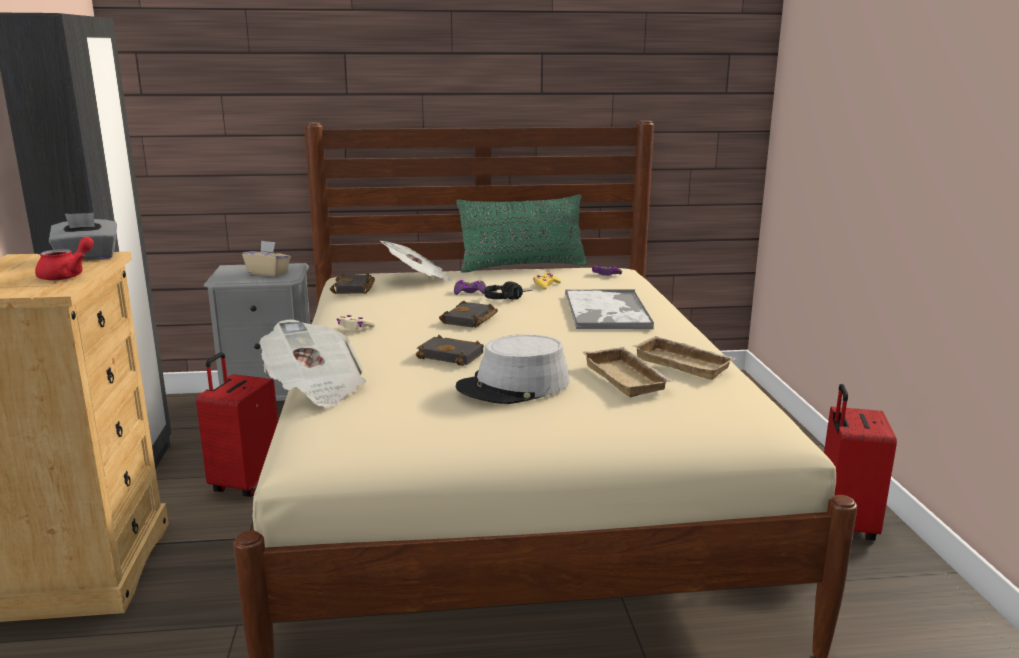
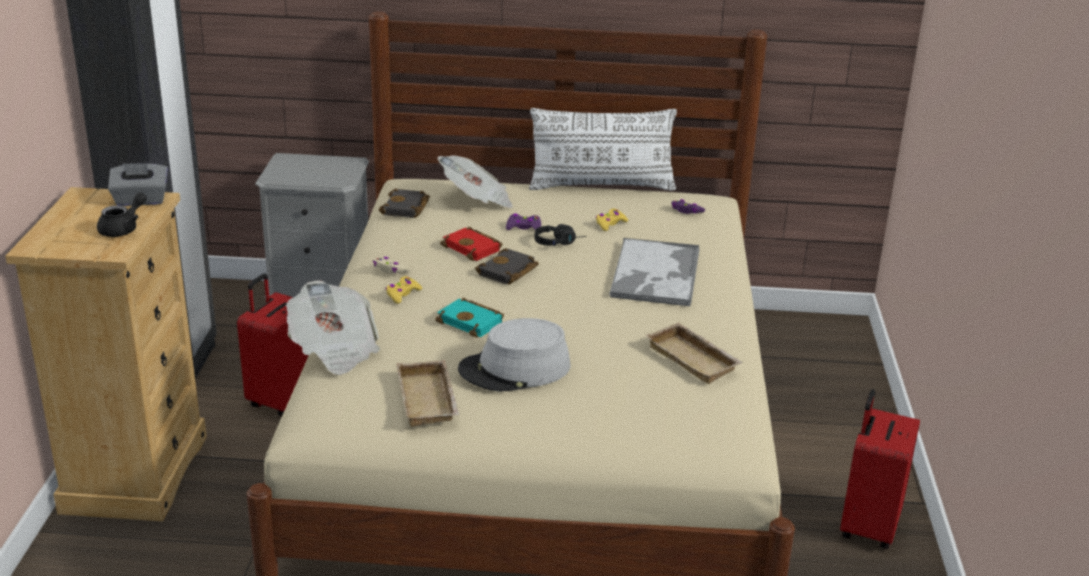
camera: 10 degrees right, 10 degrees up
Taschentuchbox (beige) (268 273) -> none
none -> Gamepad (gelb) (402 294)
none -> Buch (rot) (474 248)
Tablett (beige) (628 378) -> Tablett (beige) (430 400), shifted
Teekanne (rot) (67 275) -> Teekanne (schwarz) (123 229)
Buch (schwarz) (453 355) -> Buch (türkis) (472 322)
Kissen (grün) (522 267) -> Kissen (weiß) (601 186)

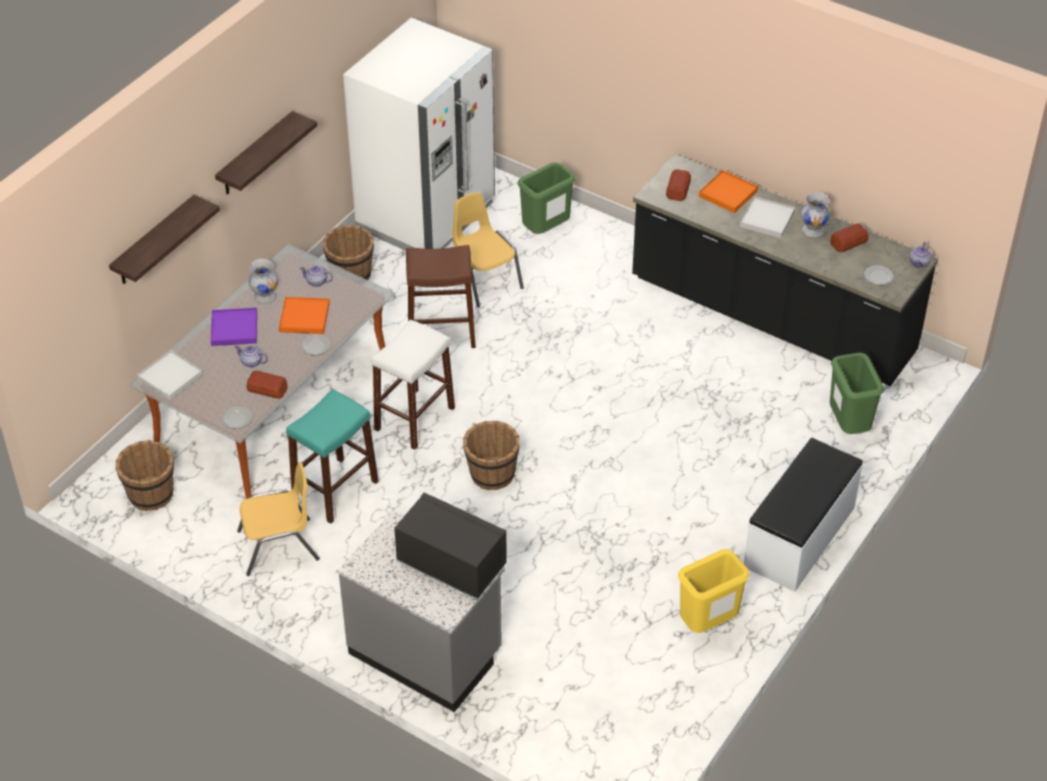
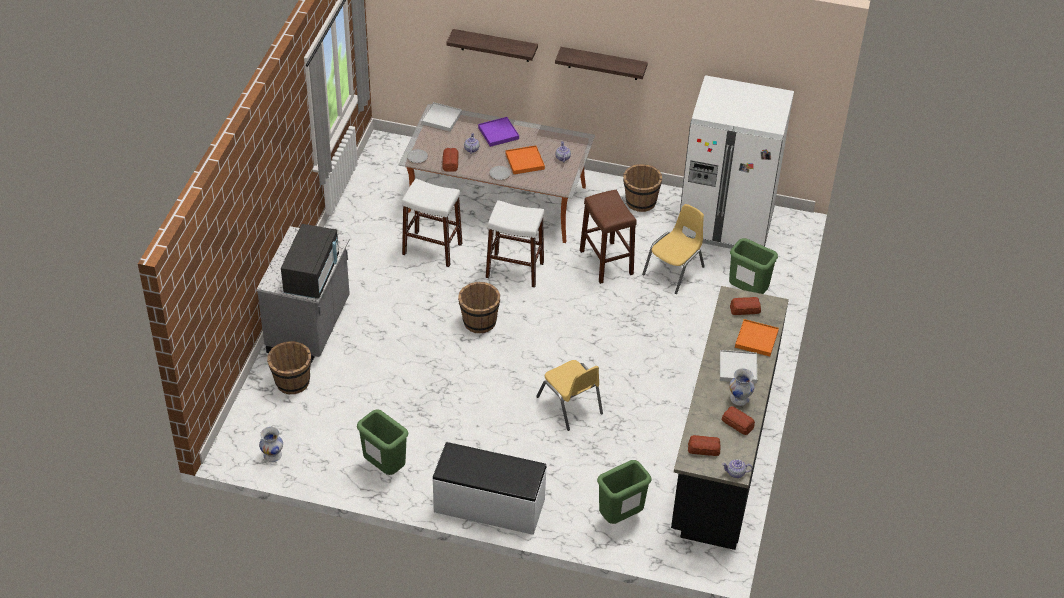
camera: 70 degrees right, 0 degrees up
Eimer (braun) (151 495) -> Eimer (braun) (292 382), shifted
Stuhl (gelb) (279 546) -> Stuhl (gelb) (570 405), shifted
Vase (weiß) (265 297) -> Vase (weiß) (272 455), shifted
Teller (878 276) -> Brot (704 449)
Hocker (türkis) (335 490) -> Hocker (weiß) (432 249)
Mülleimer (gelb) (708 625) -> Mülleimer (grün) (384 467)

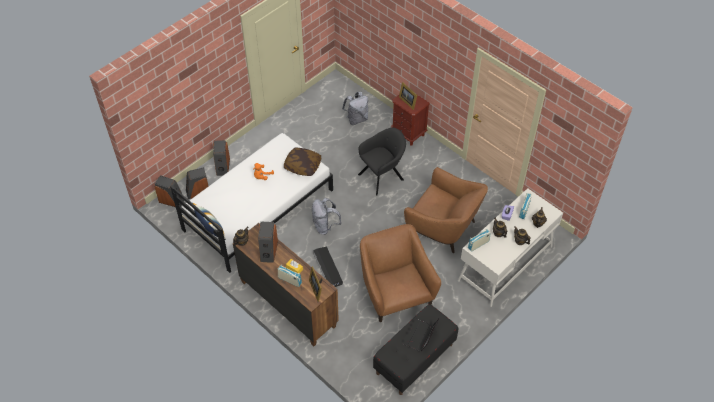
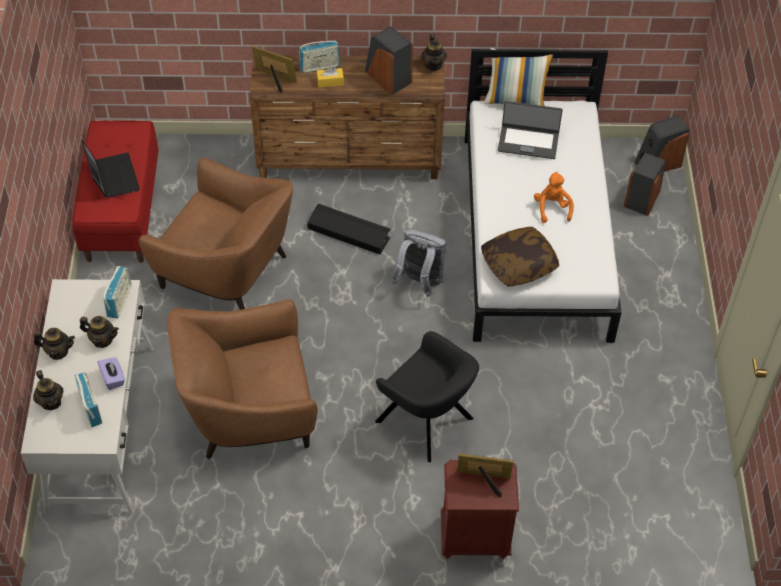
camera: 135 degrees right, 0 degrees up
Lautsprecher (222 166) -> none
Rucksack (grau) (356 119) -> none
none -> Laptop (528 142)
Bank (schwarz) (414 359) -> Bank (rot) (121 212)
Sessel (schwarz) (382 176) -> Sessel (schwarz) (427 422), 60 degrees counterclockwise

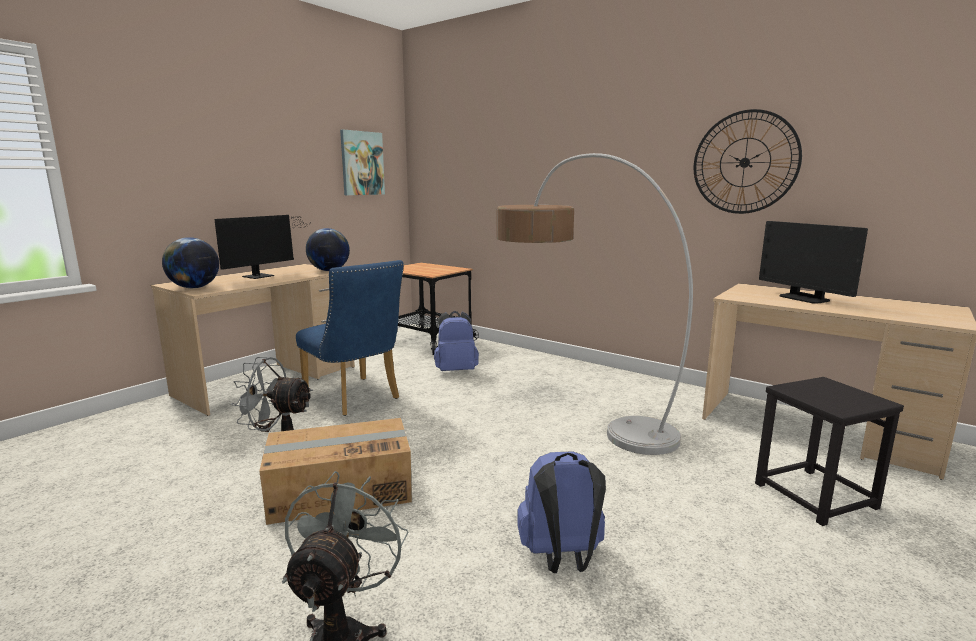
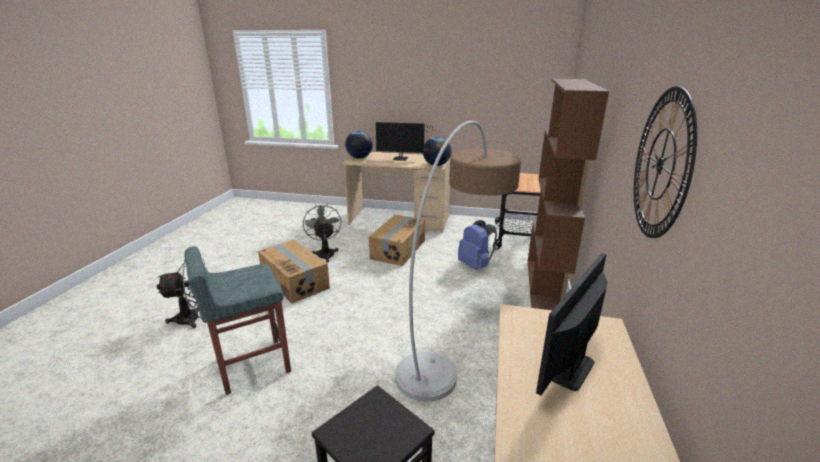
camera: 65 degrees right, 10 degrees up
Bild (362 163) -> none
none -> Bücherregal (braun) (545 287)
Stuhl (blau) (355 398) -> Karton (398 249)
Rucksack (blau) (561 558) -> Hocker (grau) (252 365)

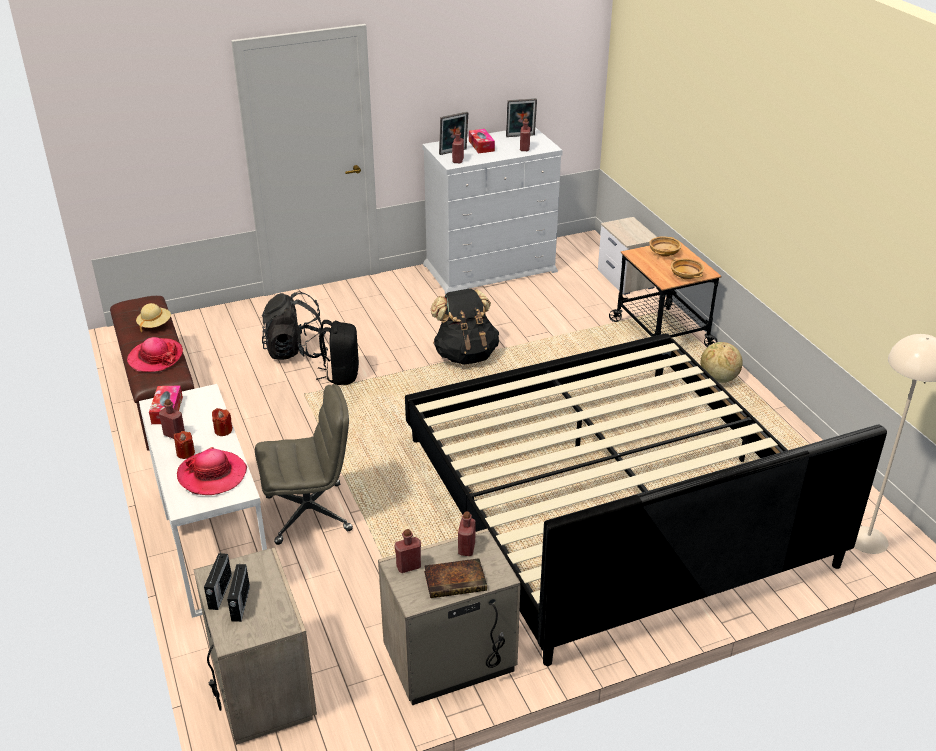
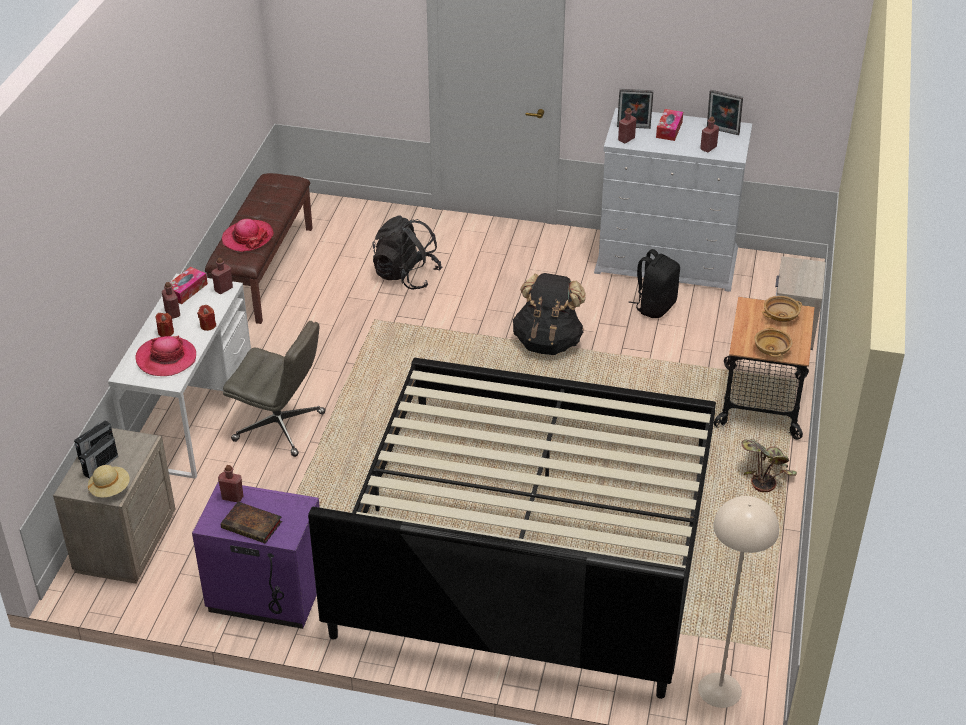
camera: 35 degrees right, 5 degrees up
Hut (beige) (155 324) -> Hut (beige) (110 489), shifted
Rucksack (schwarz) (341 374) -> Rucksack (schwarz) (655 306), shifted
Flasche (rot) (466 549) -> Flasche (rot) (223 289), shifted
Globus (718 379) -> Topfpflanze (763 473)
Nachttisch (beige) (450 661) -> Nachttisch (lila) (266 595)

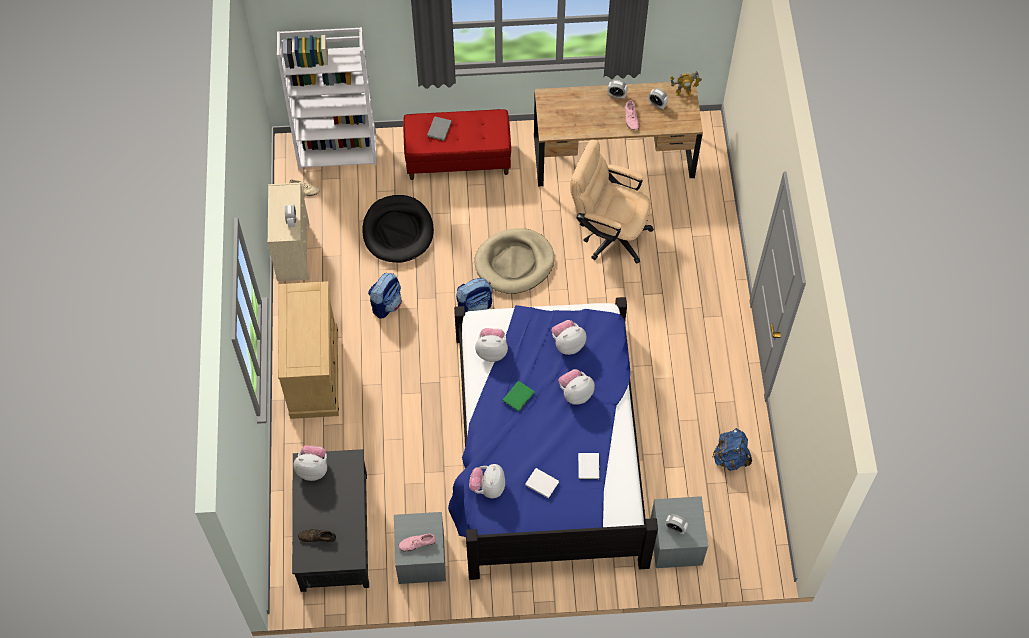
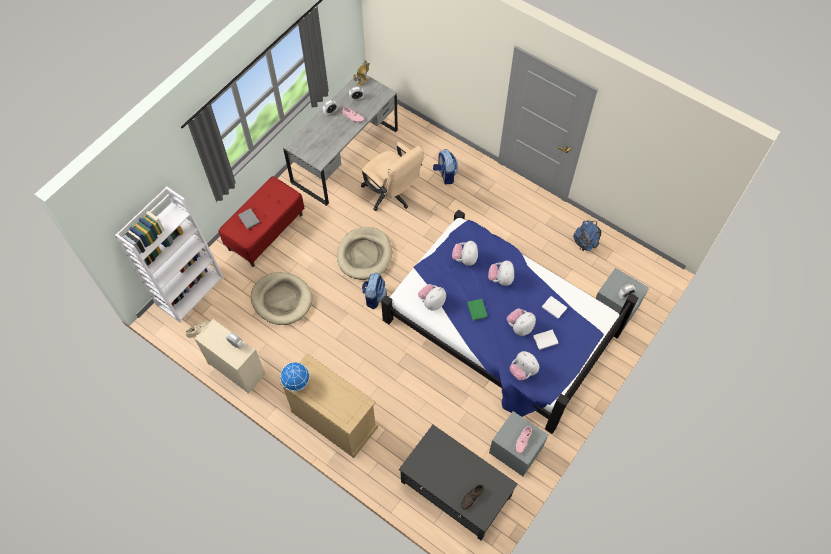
camera: 50 degrees left, 0 degrees up
none -> Globus (296 382)
Plüschtier (313 469) -> Plüschtier (520 327), shifted
Rucksack (386 304) -> Rucksack (445 175), shifted
Hundebett (schwarz) (398 231) -> Hundebett (beige) (282 299)
Schreibtisch (braun) (613 157) -> Schreibtisch (grau) (345 156)
Bürostuhl (beige) (608 233) -> Bürostuhl (beige) (392 195), 105 degrees counterclockwise

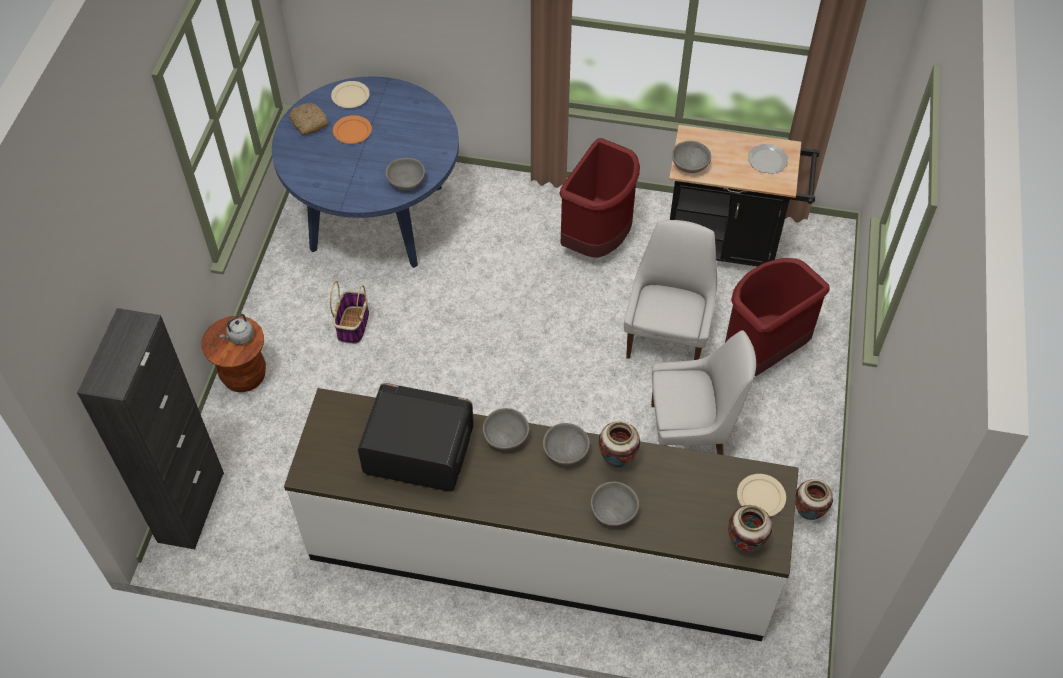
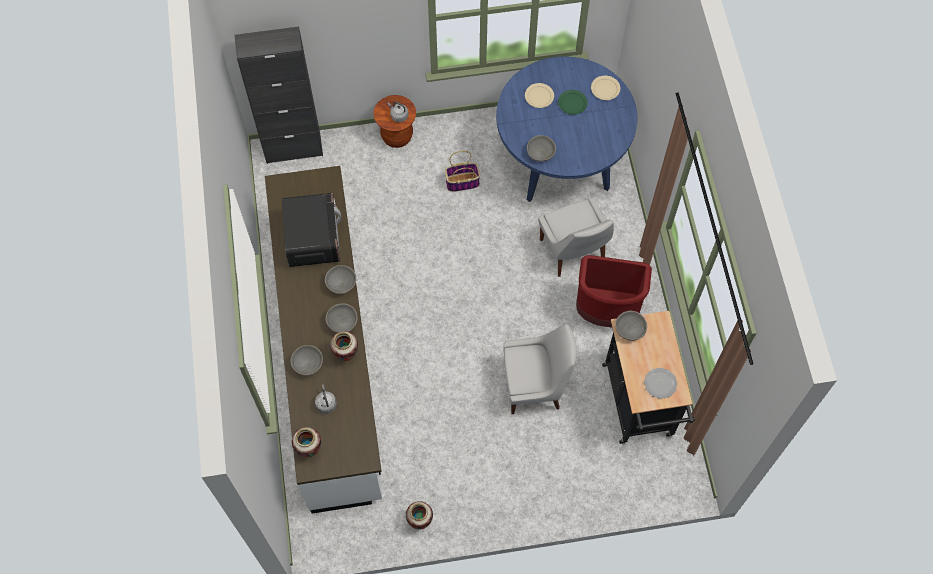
camera: 70 degrees right, 10 degrees up
Brot (308 123) -> none
Mülleimer (rot) (761 353) -> none
none -> Wasserkessel (grau) (326 403)
Stuhl (weiß) (691 434) -> Stuhl (weiß) (573 252), shifted
Teller (beige) (760 496) -> Teller (beige) (539 96), shifted
Teller (orange) (352 131) -> Teller (grün) (572 103)

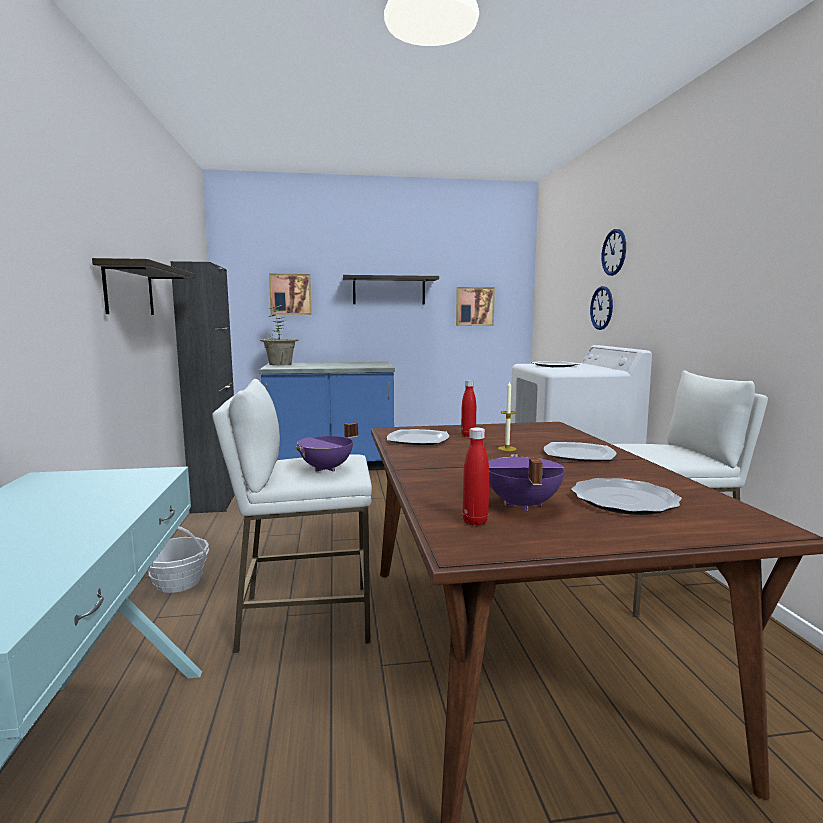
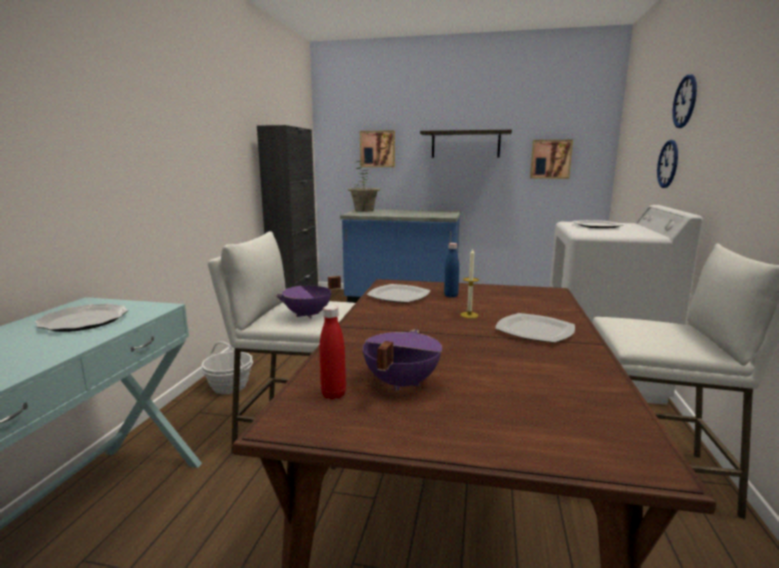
camera: 20 degrees right, 5 degrees up
Wandregal (129 290) -> none
Teller (623 500) -> Teller (84 320), shifted
Flasche (rot) (468 435) -> Flasche (blau) (451 296)

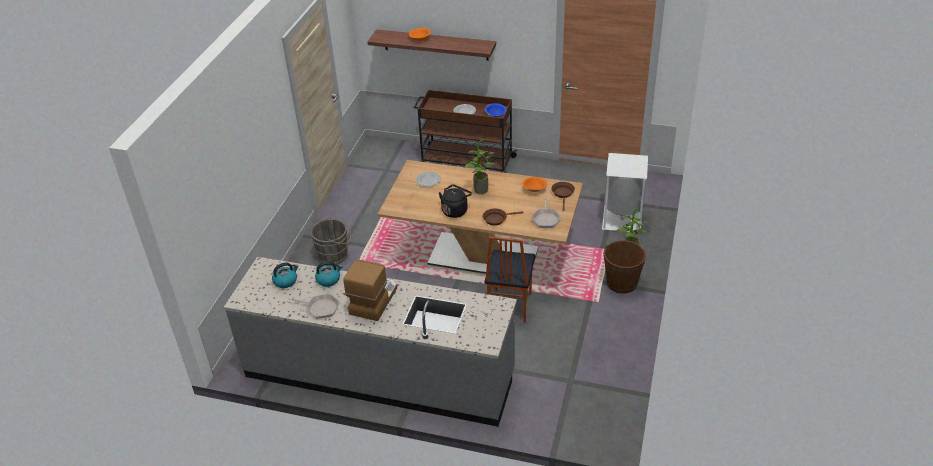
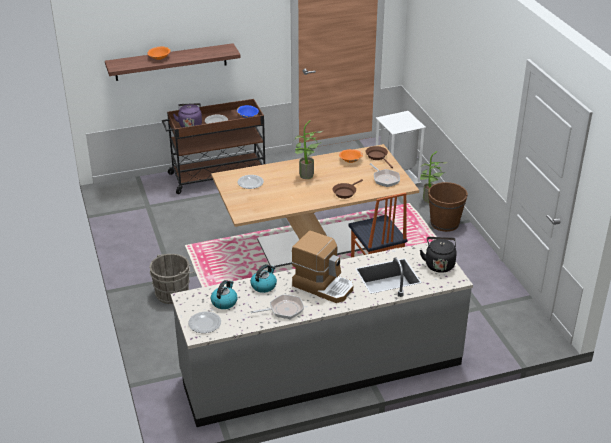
camera: 35 degrees left, 5 degrees down
none -> Wasserkessel (lila) (190 125)
none -> Teller (204 323)
Wasserkessel (schwarz) (455 210) -> Wasserkessel (schwarz) (439 264), shifted
Kaffeemaschine (373 300) -> Kaffeemaschine (323 286), 135 degrees clockwise

